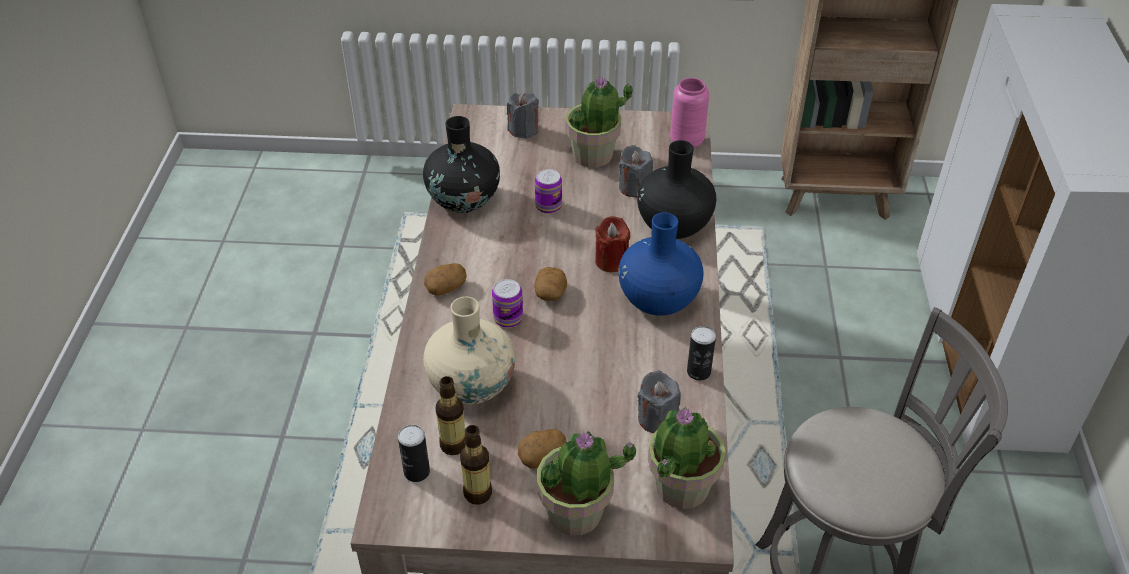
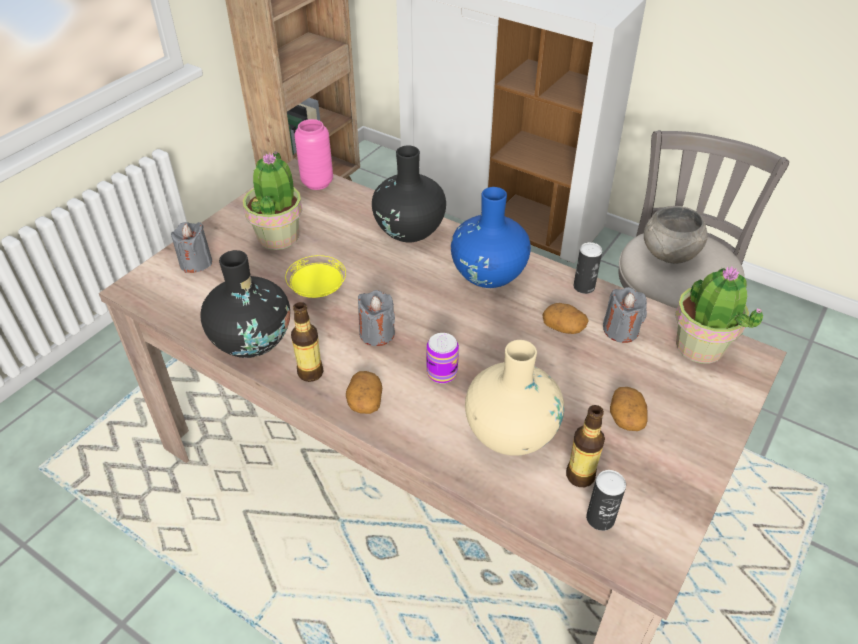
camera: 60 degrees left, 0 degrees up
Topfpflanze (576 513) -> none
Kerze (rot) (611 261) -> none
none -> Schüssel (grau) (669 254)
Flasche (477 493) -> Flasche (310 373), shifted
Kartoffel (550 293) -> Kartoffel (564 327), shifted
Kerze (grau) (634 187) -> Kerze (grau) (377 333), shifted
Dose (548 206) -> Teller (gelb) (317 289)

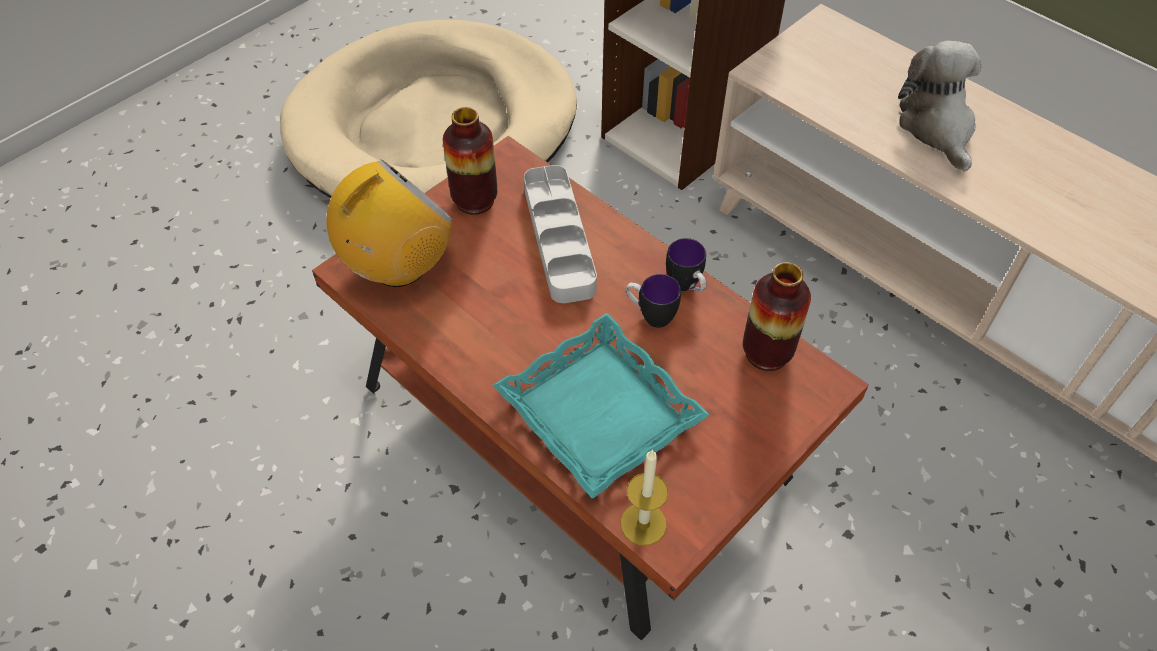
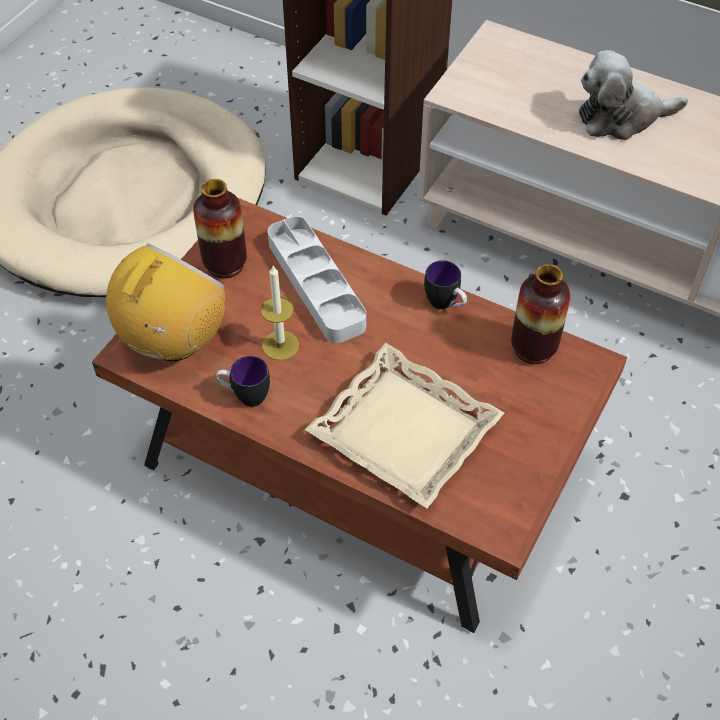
camera: 15 degrees left, 0 degrees up
Kerze (643 524) -> Kerze (280 345), shifted
Henkelbecher (650 315) -> Henkelbecher (245 396), shifted
Tablett (türkis) (601 410) -> Tablett (beige) (405 431)
Plüschtier (937 127) -> Plüschtier (621 117), 75 degrees counterclockwise

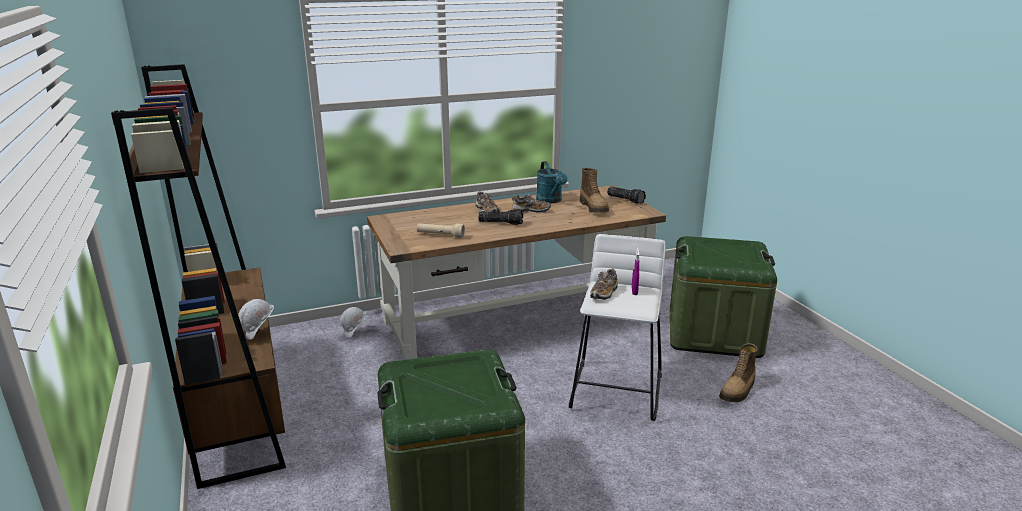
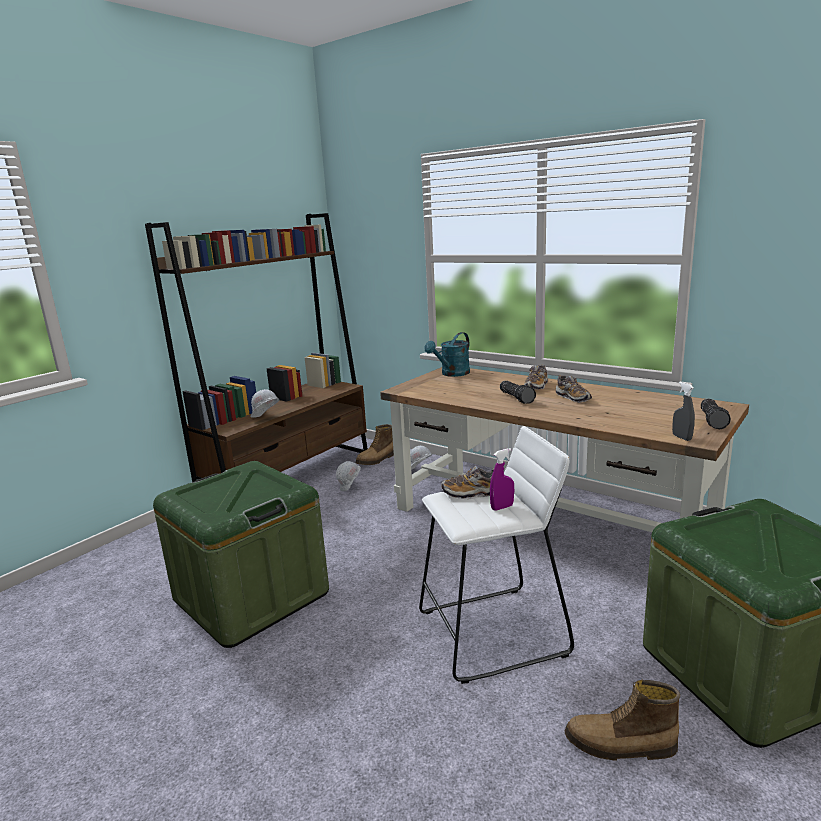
camera: 60 degrees right, 5 degrees down
Taschenlampe (beige) (440 236) -> none
none -> Schutzhelm (weiß) (350 488)
none -> Sprühflasche (grau) (681 437)
Gießkanne (türkis) (551 200) -> Gießkanne (türkis) (452 374), shifted
Stiefel (594 208) -> Stiefel (377 460), shifted

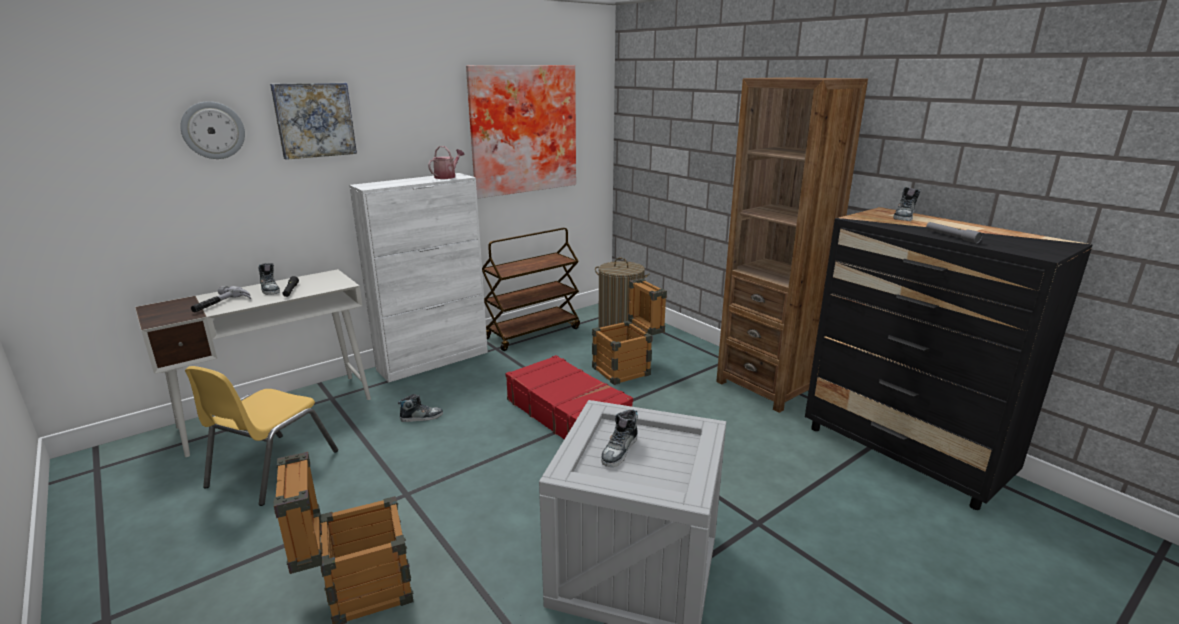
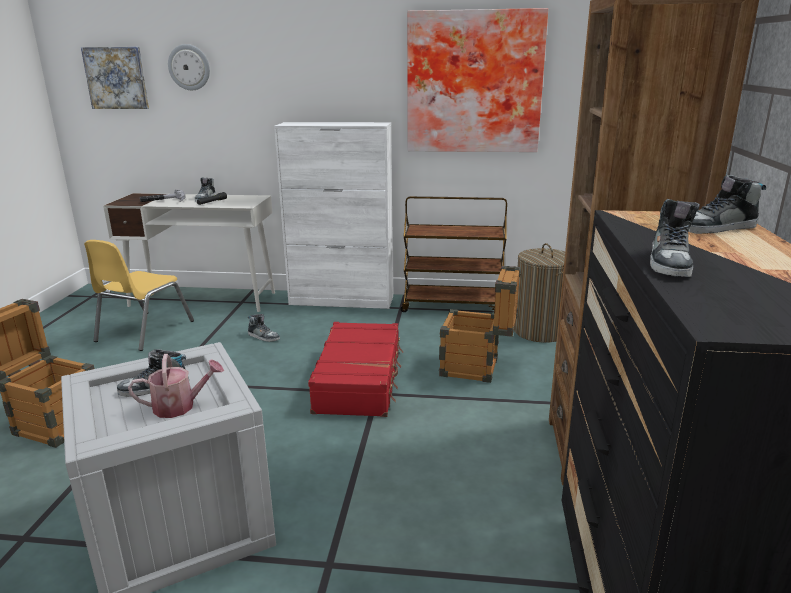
camera: 45 degrees right, 0 degrees up
Bild (314 120) -> Bild (116 78), shifted
Gießkanne (447 176) -> Gießkanne (180 406), shifted
Taschenlampe (grau) (951 237) -> Schuh (669 263)
Stuhl (gelb) (272 469) -> Stuhl (gelb) (144 331), 45 degrees counterclockwise

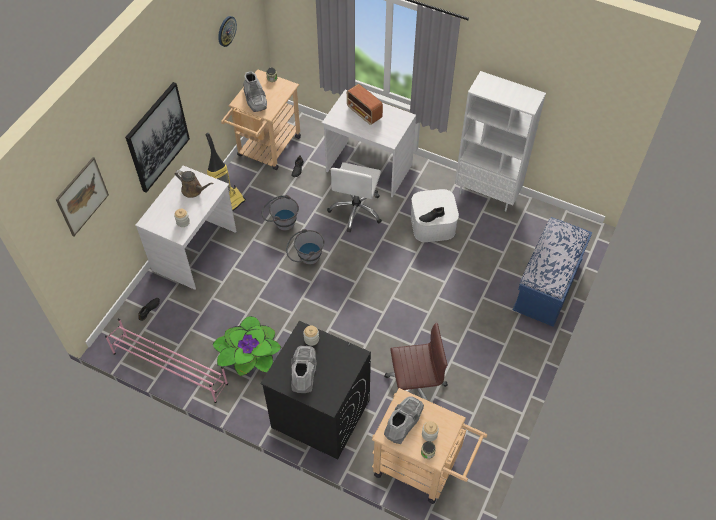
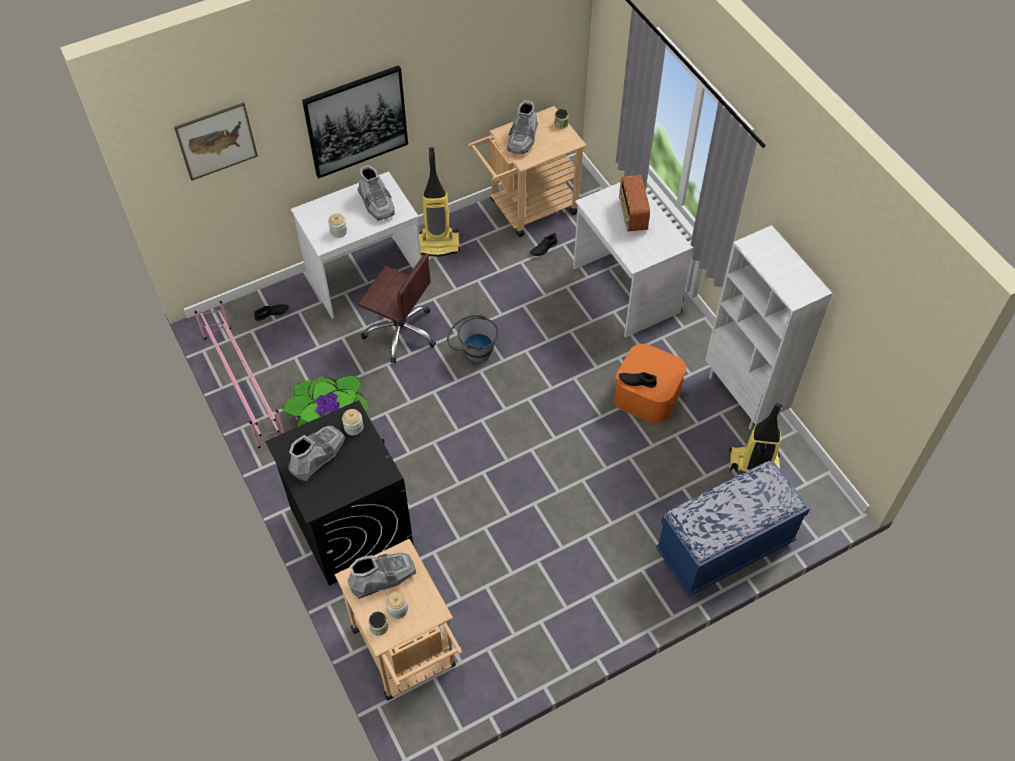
camera: 35 degrees right, 0 degrees up
Wanduhr (226 31) -> none
Eimer (grau) (281 222) -> none
Bürostuhl (weiß) (356 210) -> none
none -> Staubsauger (753 464)
Bürostuhl (braun) (414 388) -> Bürostuhl (braun) (401 332), shifted
Gießkanne (braun) (193 190) -> Stiefel (grau) (377 203)
Aufbewahrungsbox (weiß) (433 224) -> Aufbewahrungsbox (orange) (647 394)

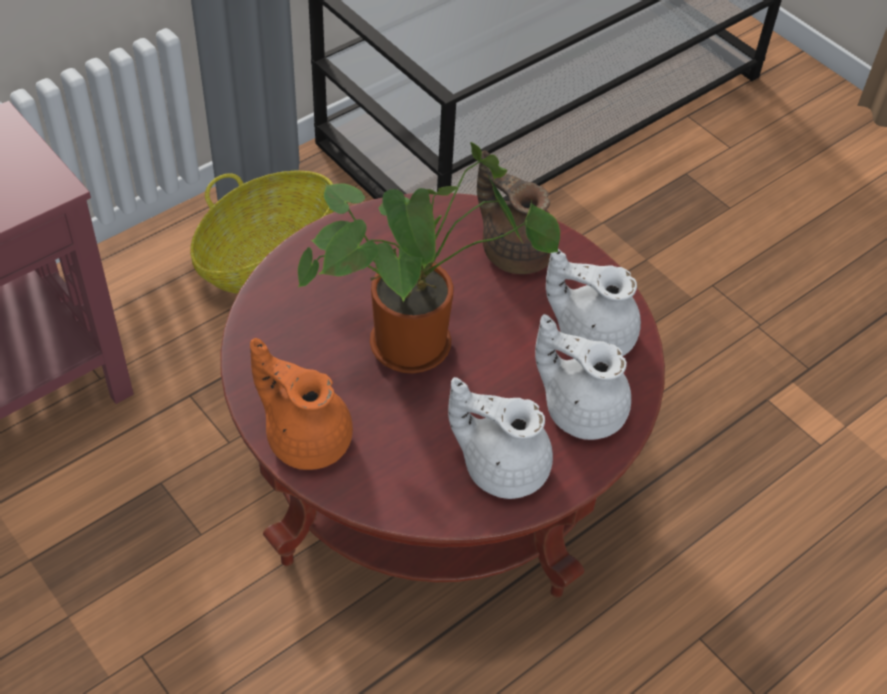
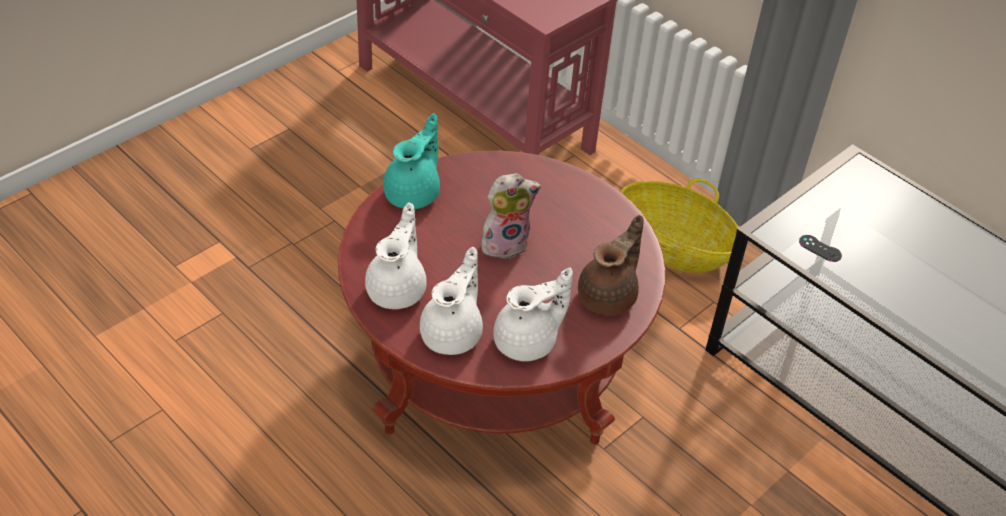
camera: 85 degrees right, 5 degrees down
none -> Gamepad (schwarz) (820 248)
Topfpflanze (417 340) -> Plüschtier (505 243)
Teekanne (orange) (306 437) -> Teekanne (türkis) (414 193)
Teekanne (weiß) (592 334) -> Teekanne (weiß) (528 342), 45 degrees clockwise

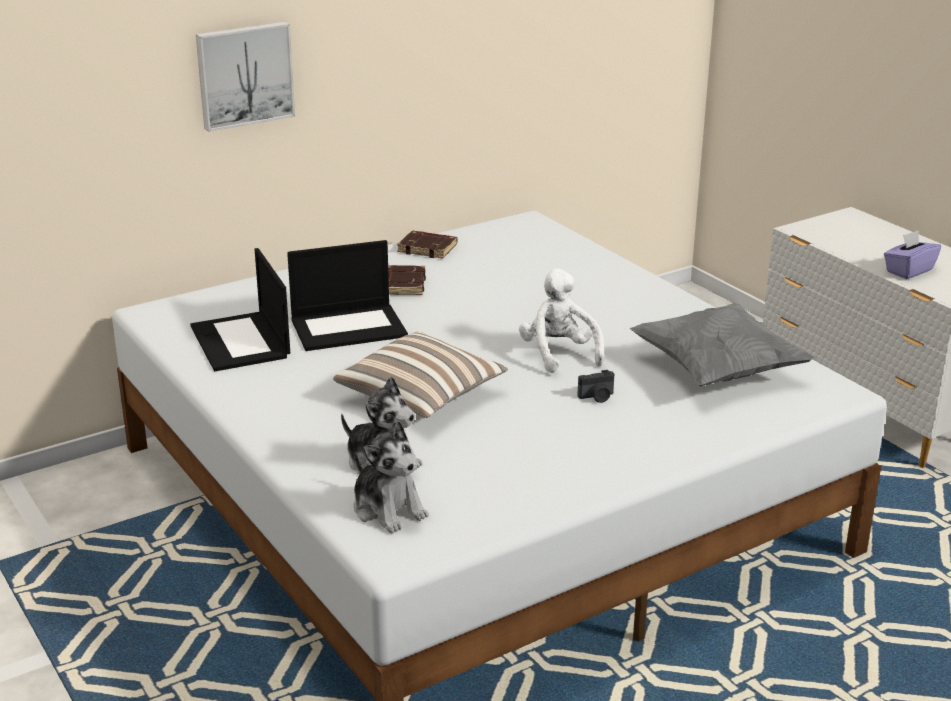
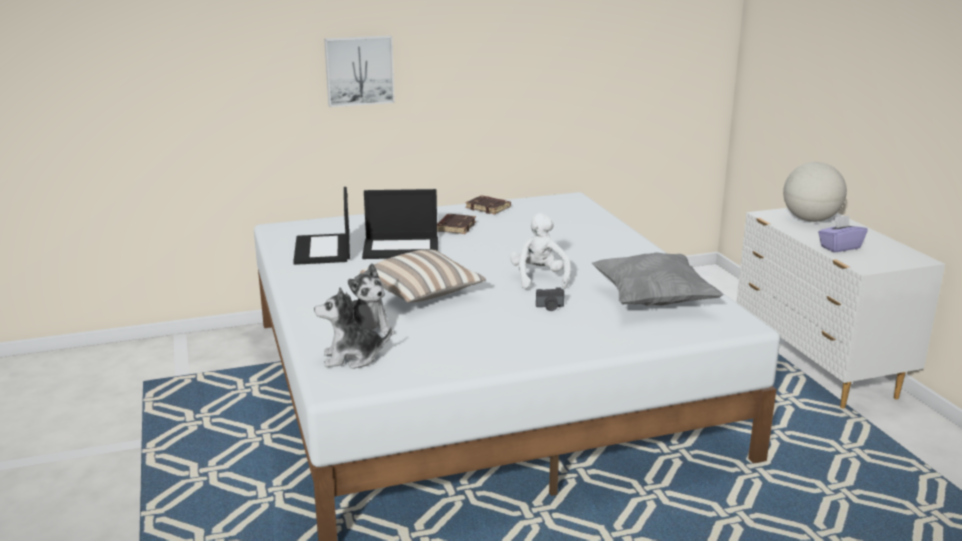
camera: 15 degrees right, 5 degrees down
none -> Globus (810 220)
Plüschtier (388 509) -> Plüschtier (352 358), 105 degrees clockwise

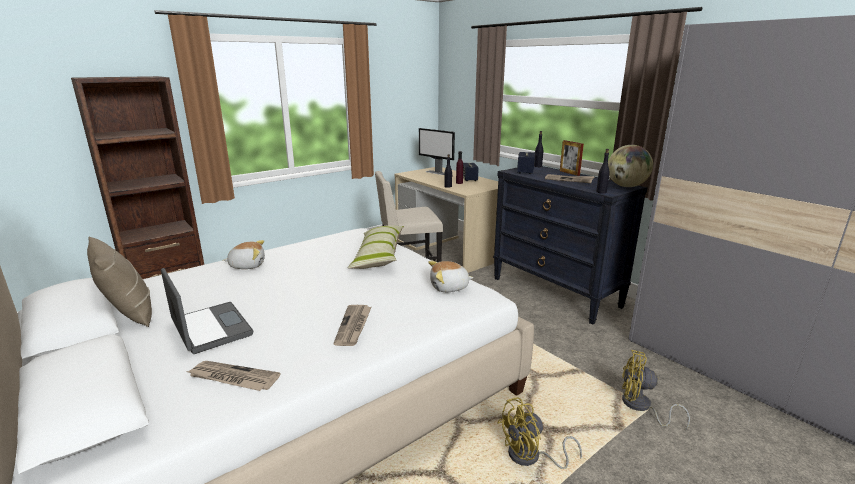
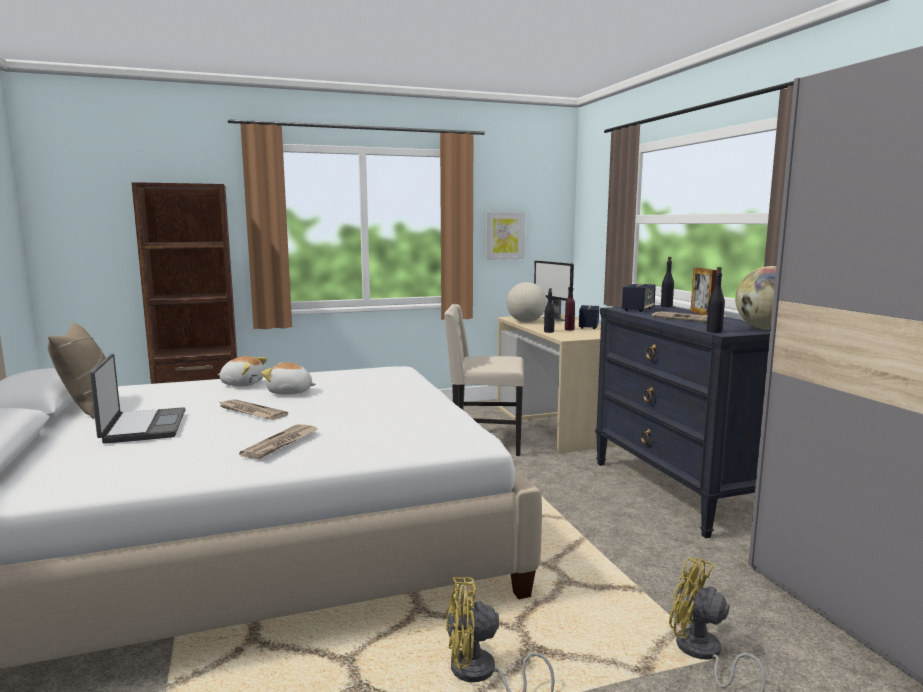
camera: 20 degrees right, 10 degrees down
Kissen (378 255) -> none
none -> Bild (504 235)
none -> Globus (526 321)
Zeitung (233 378) -> Zeitung (250 412), shifted
Plüschtier (449 287) -> Plüschtier (290 392), shifted

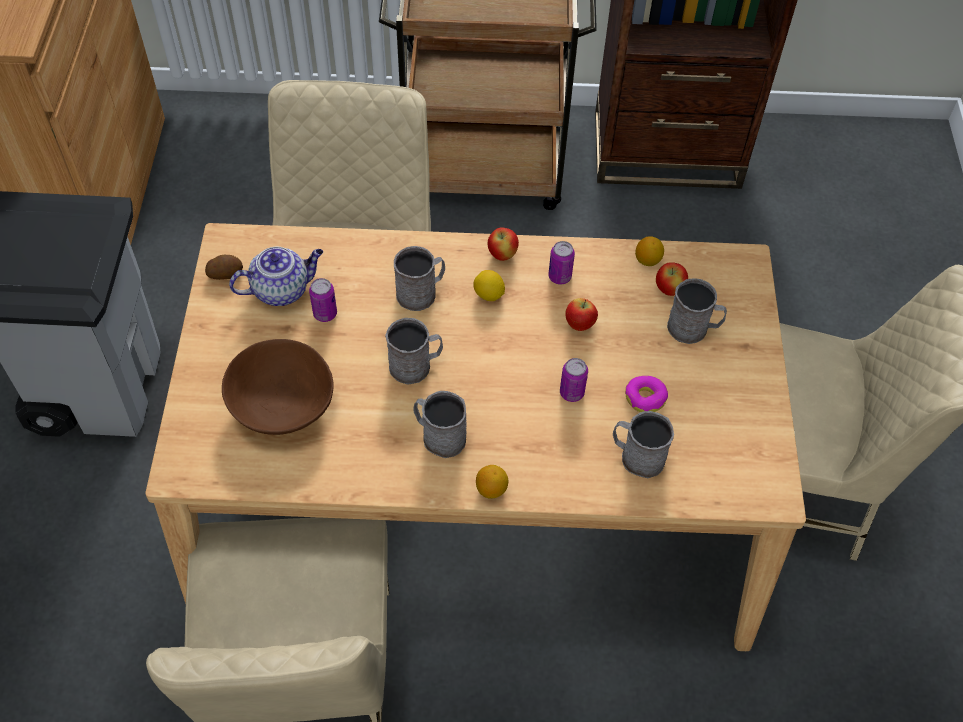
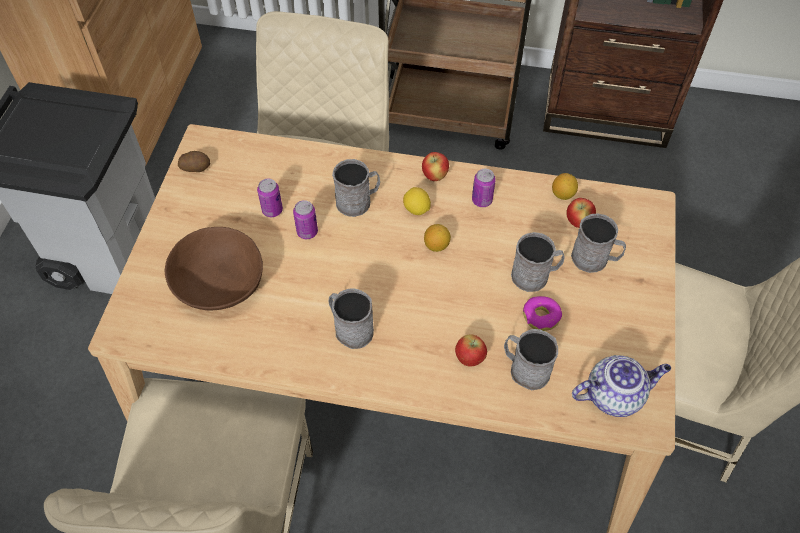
camera: 10 degrees right, 0 degrees up
Teekanne (282 289) -> Teekanne (614 395), shifted
Henkelbecher (grau) (416 365) -> Henkelbecher (grau) (535 275), shifted
Zitrone (491 489) -> Zitrone (436 245), shifted
Dose (571 393) -> Dose (307 232), shifted
Apfel (579 325) -> Apfel (469 359), shifted

